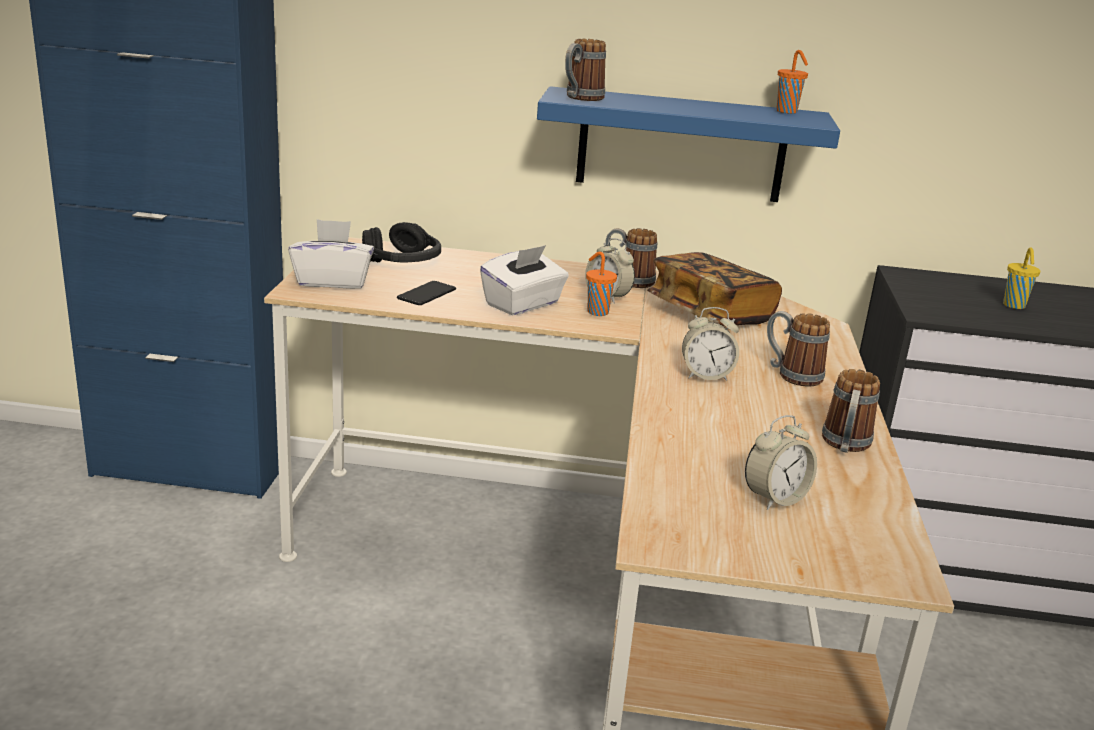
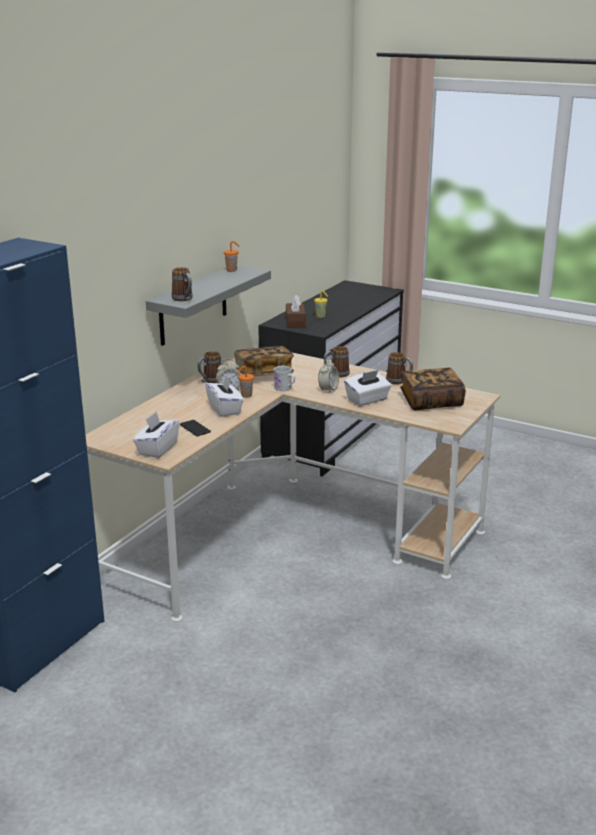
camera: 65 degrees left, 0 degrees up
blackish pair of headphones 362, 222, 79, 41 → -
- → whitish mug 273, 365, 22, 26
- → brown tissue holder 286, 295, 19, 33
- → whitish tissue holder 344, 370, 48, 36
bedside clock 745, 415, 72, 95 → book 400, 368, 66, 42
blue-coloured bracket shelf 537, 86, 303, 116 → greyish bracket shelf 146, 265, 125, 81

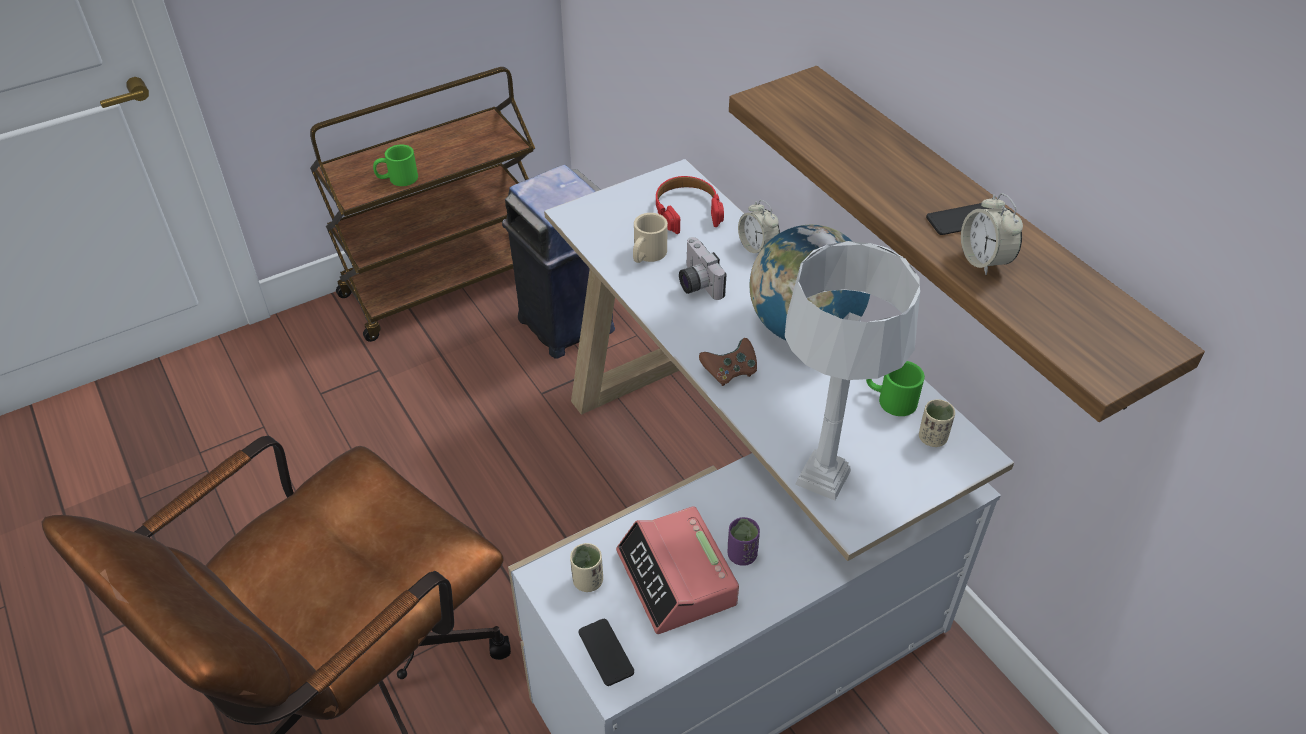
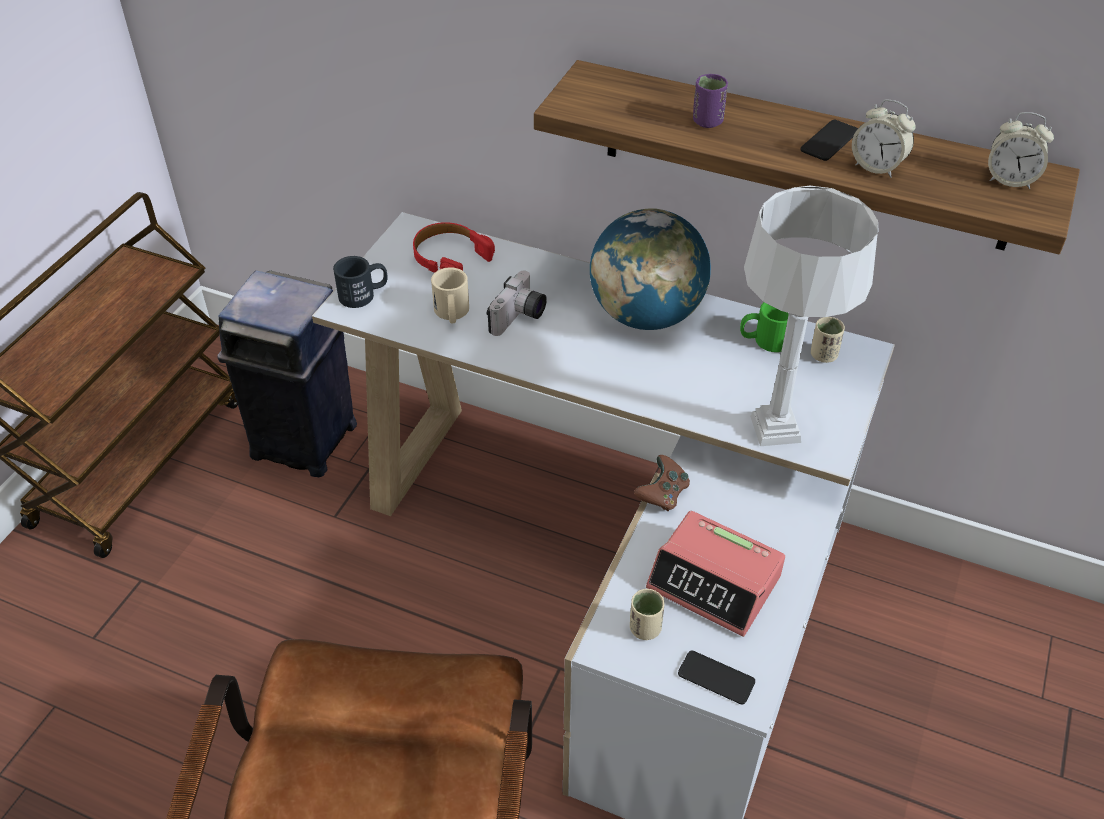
camera: 35 degrees left, 0 degrees up
greenish mug 373, 145, 45, 41 → -
- → blackish mug 333, 256, 55, 52
brown joypad 699, 338, 58, 48 → brown joypad 634, 455, 56, 56, shifted
purplish small cup 728, 517, 32, 49 → purplish small cup 693, 74, 35, 54, shifted
bedside clock 738, 200, 42, 54 → bedside clock 988, 112, 66, 77, shifted
still camera 679, 237, 47, 63 → still camera 486, 271, 61, 65, 90 degrees counterclockwise

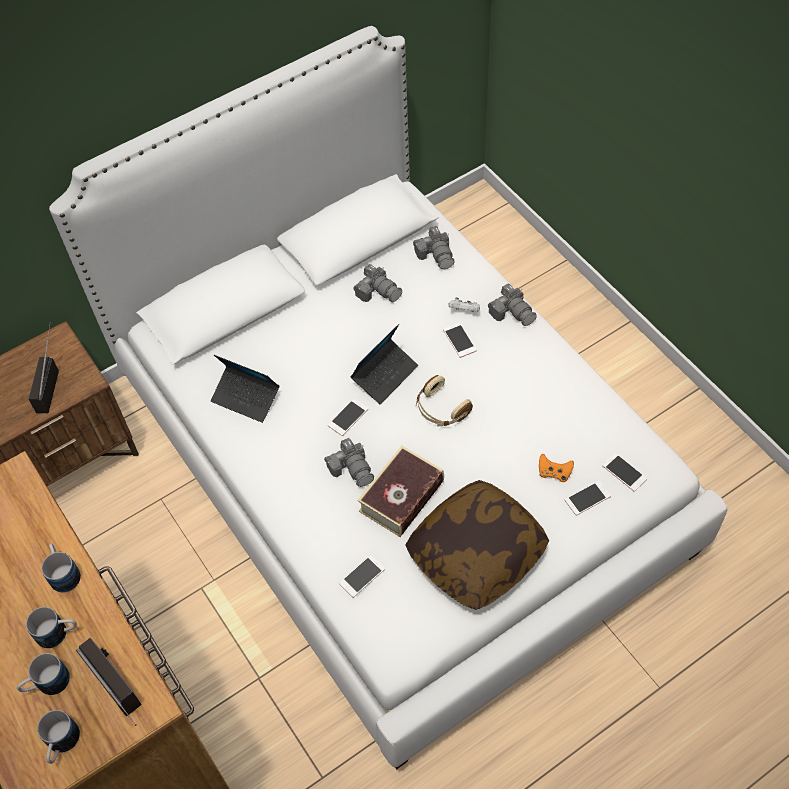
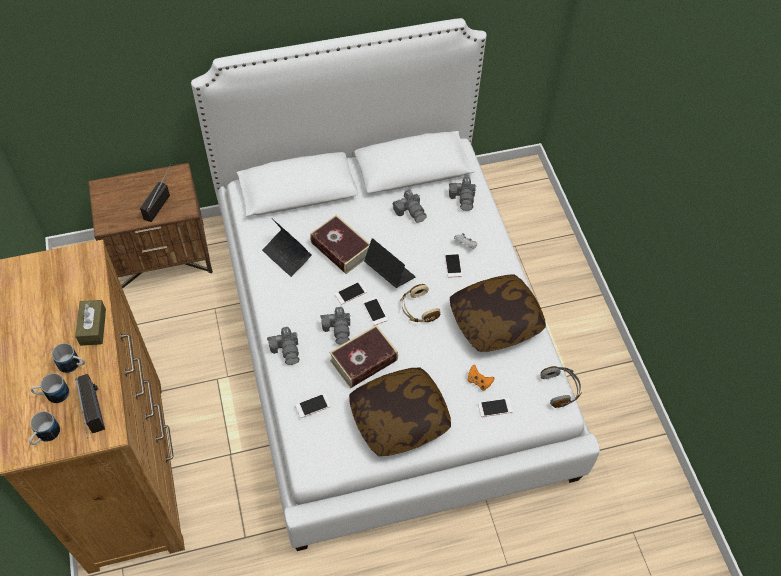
camera: 15 degrees right, 0 degrees up
- → book 310, 215, 60, 59
- → cushion 450, 274, 96, 78
- → greyish pair of headphones 540, 366, 42, 42
still camera 488, 283, 49, 43 → still camera 267, 327, 33, 38, shifted
phone 602, 453, 45, 38 → phone 362, 297, 26, 28, shifted
mug 41, 543, 40, 50 → brown tissue holder 75, 300, 31, 46
notebook computer 350, 324, 68, 80 → notebook computer 364, 238, 52, 50, 105 degrees counterclockwise

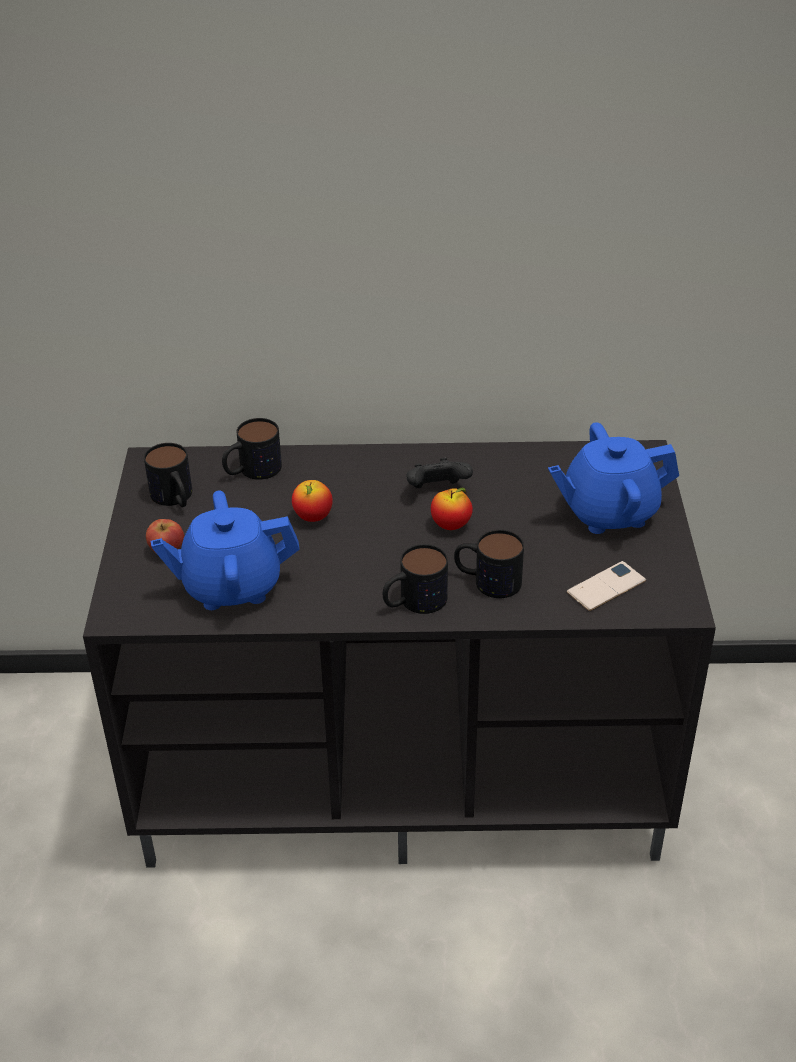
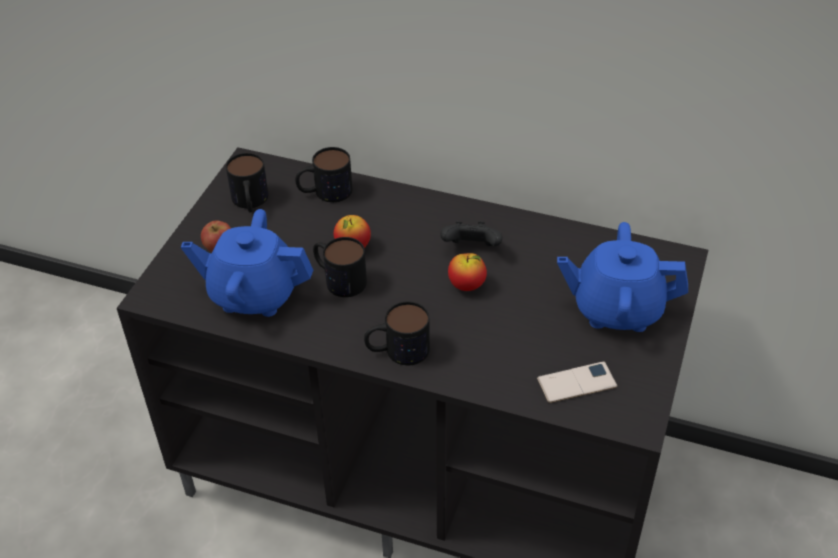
camera: 20 degrees right, 5 degrees up
mug 454, 530, 70, 68 → mug 313, 237, 54, 60, shifted

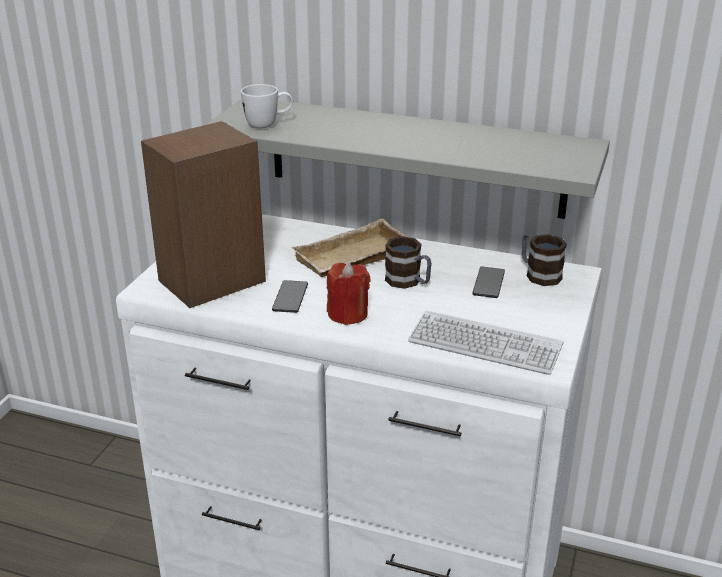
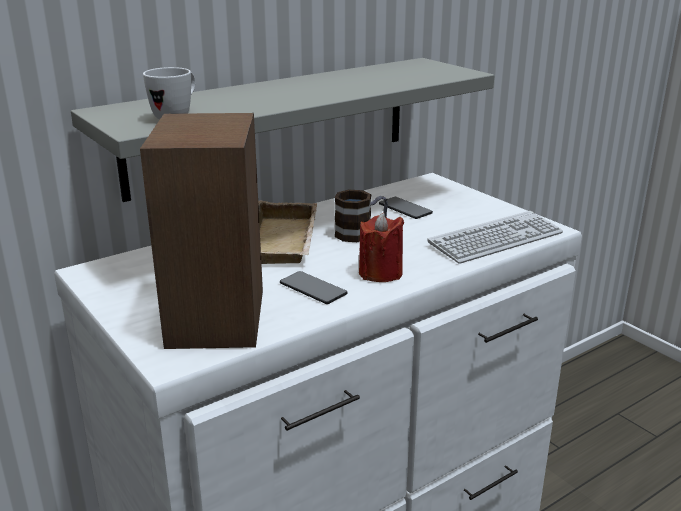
camera: 55 degrees left, 5 degrees down
mug 522, 234, 45, 52 → -

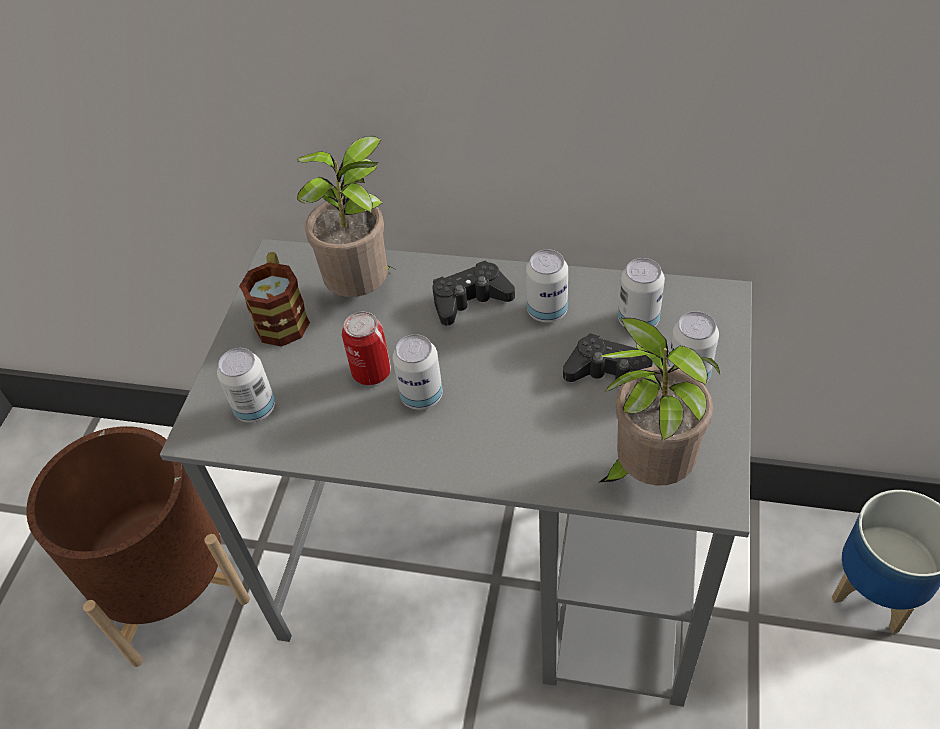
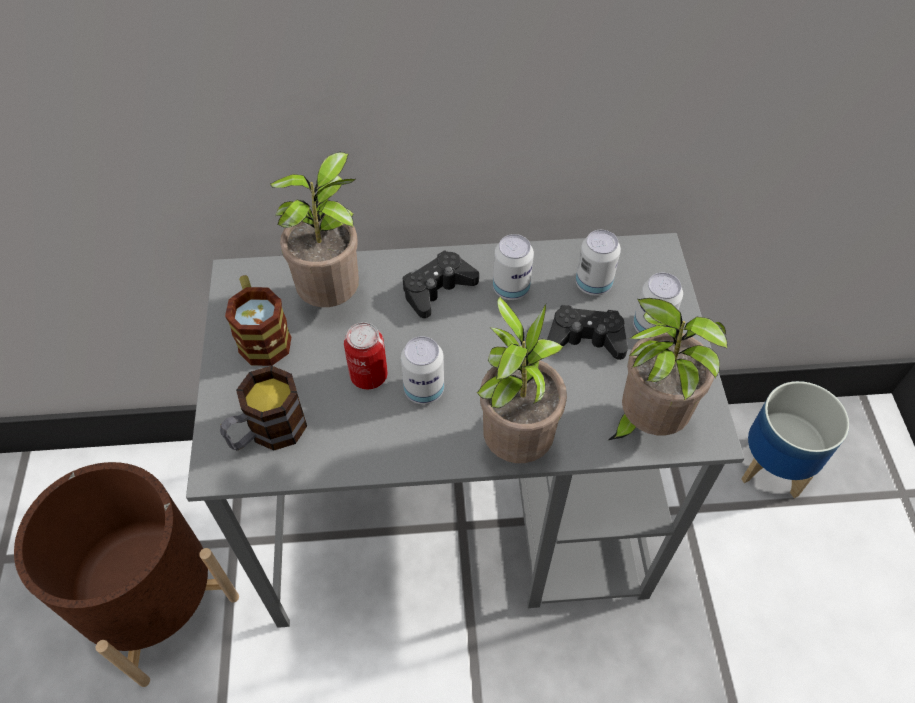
camera: 20 degrees left, 5 degrees up
- → potted plant 477, 296, 90, 167
can 217, 348, 58, 74 → mug 220, 366, 87, 85

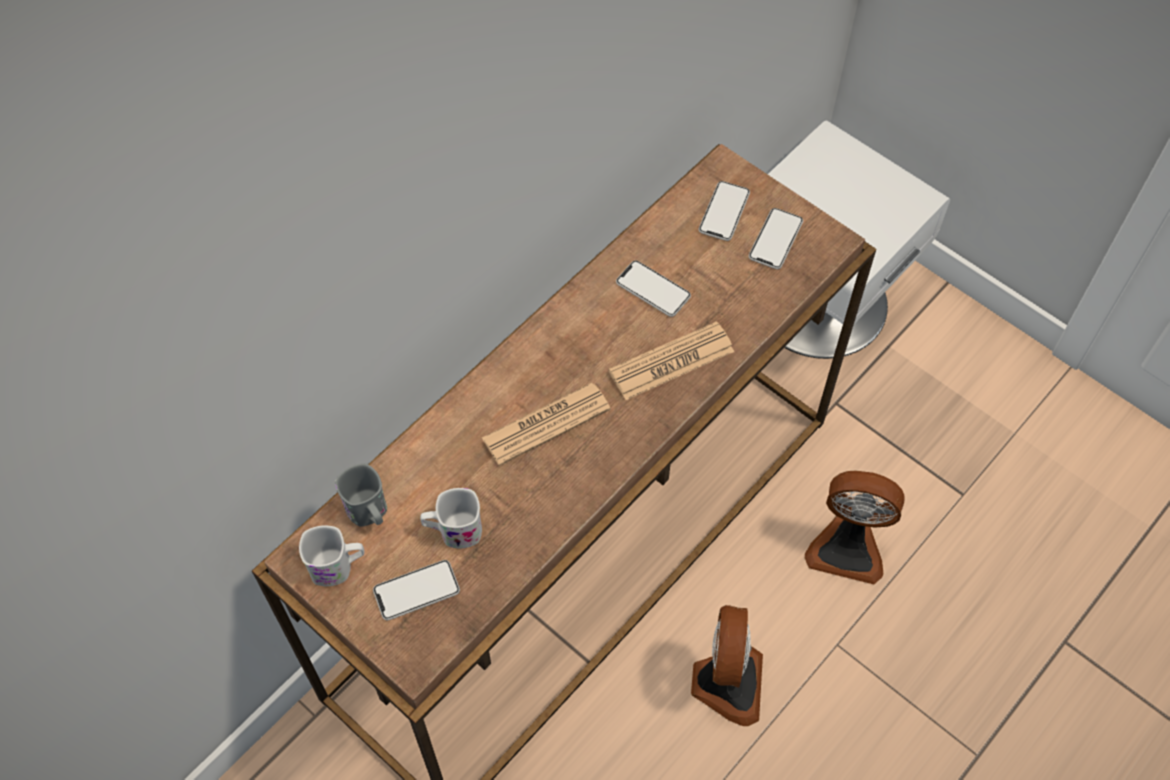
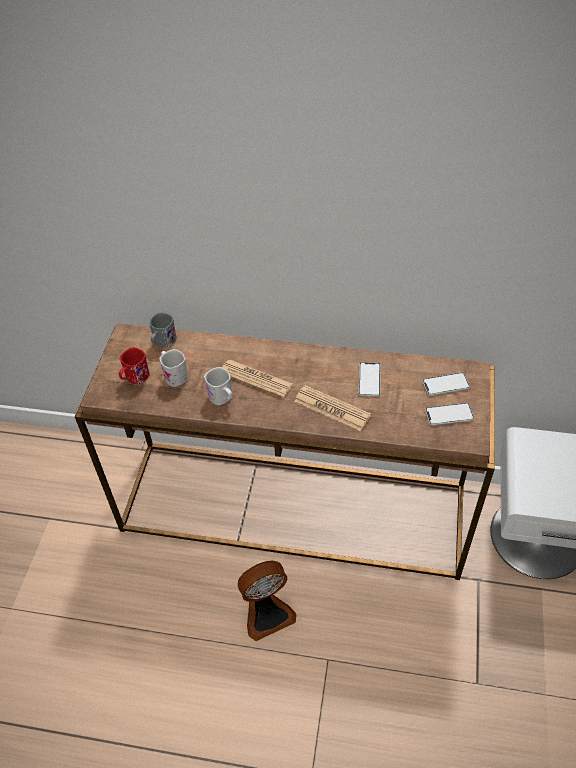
camera: 60 degrees right, 10 degrees down
fan 805, 471, 100, 113 → -
whitish mug 299, 526, 65, 60 → whitish mug 204, 367, 29, 38, shifted
phone 373, 560, 87, 60 → red-coloured mug 119, 347, 31, 38

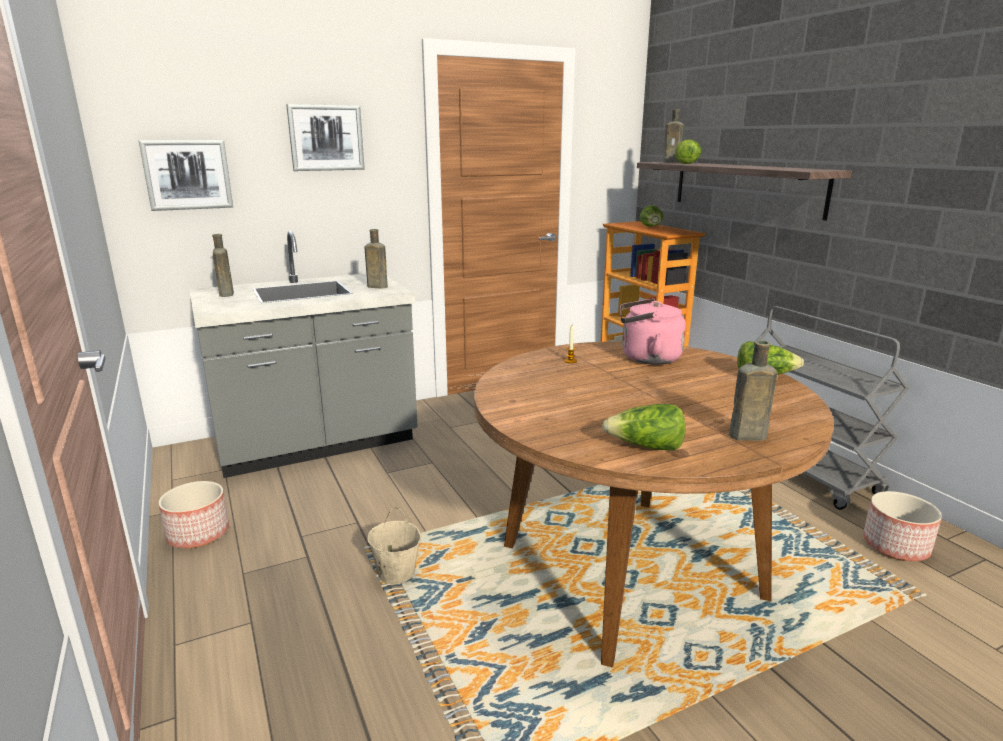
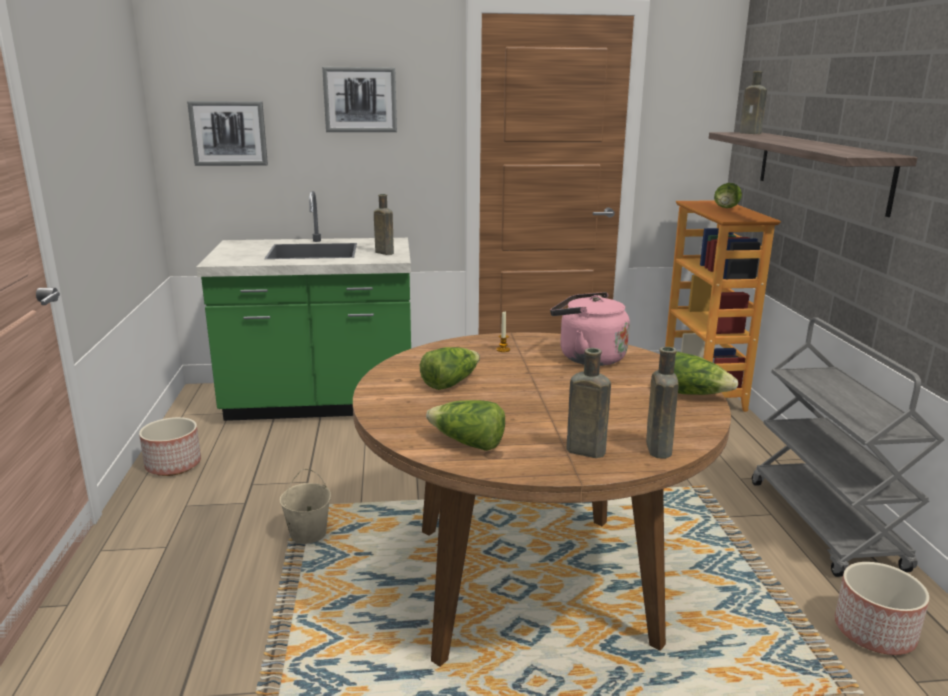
camera: 20 degrees right, 0 degrees up
brown drink bottle 212, 234, 22, 63 → brown drink bottle 646, 347, 33, 112, shifted
lettuce head 675, 140, 26, 24 → lettuce head 420, 347, 60, 43, shifted
greyish kitchen base unit 190, 231, 227, 247 → greenish kitchen base unit 196, 191, 215, 230

